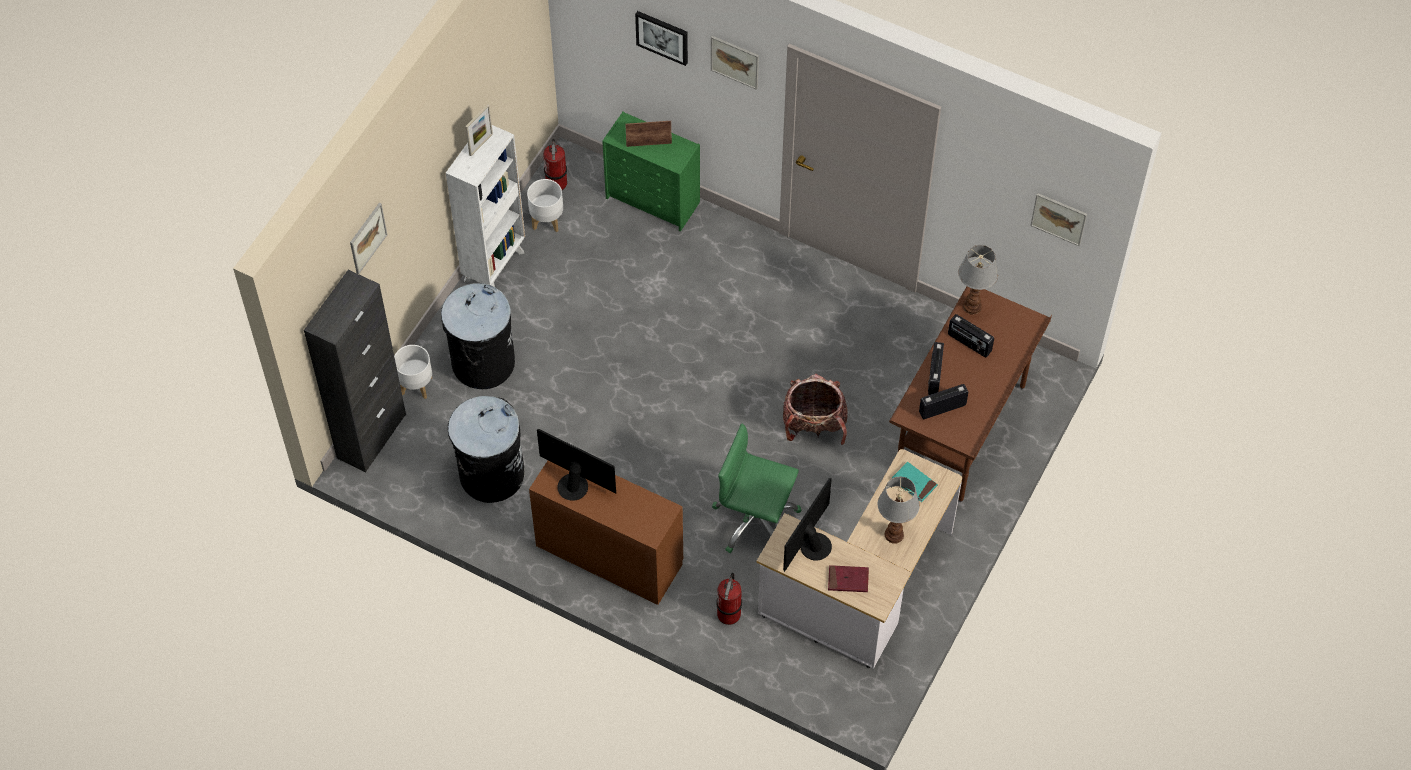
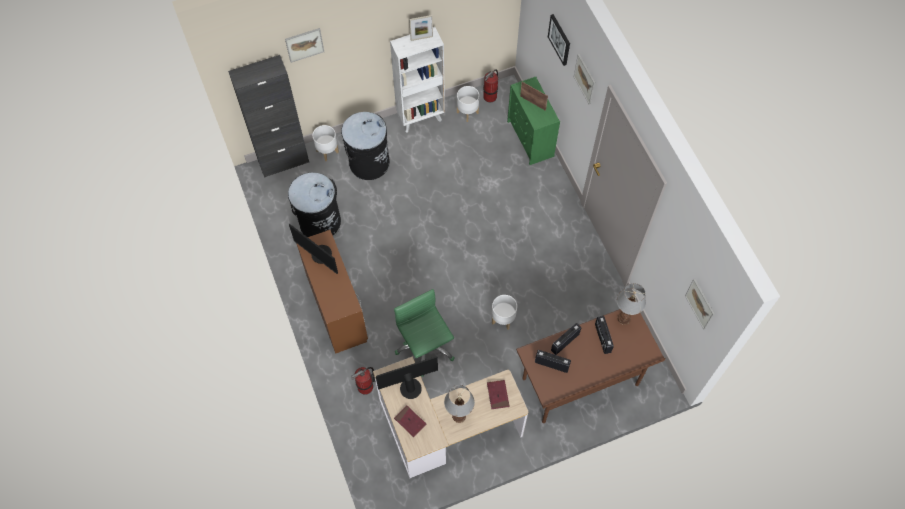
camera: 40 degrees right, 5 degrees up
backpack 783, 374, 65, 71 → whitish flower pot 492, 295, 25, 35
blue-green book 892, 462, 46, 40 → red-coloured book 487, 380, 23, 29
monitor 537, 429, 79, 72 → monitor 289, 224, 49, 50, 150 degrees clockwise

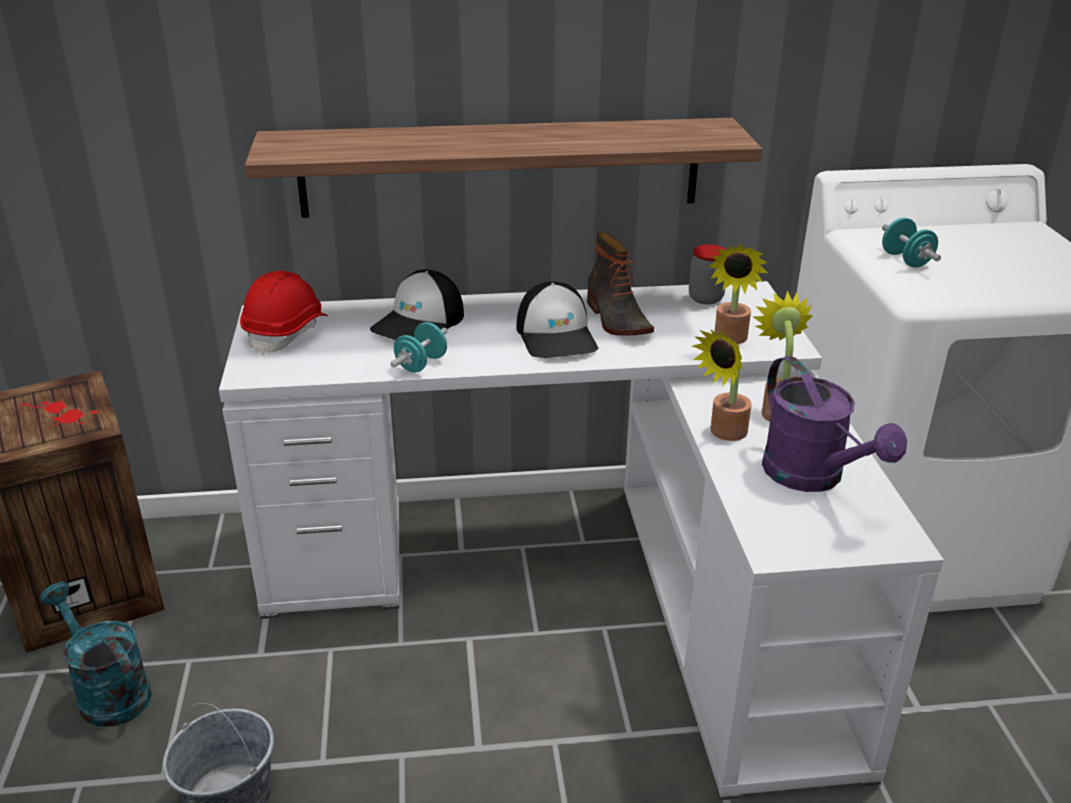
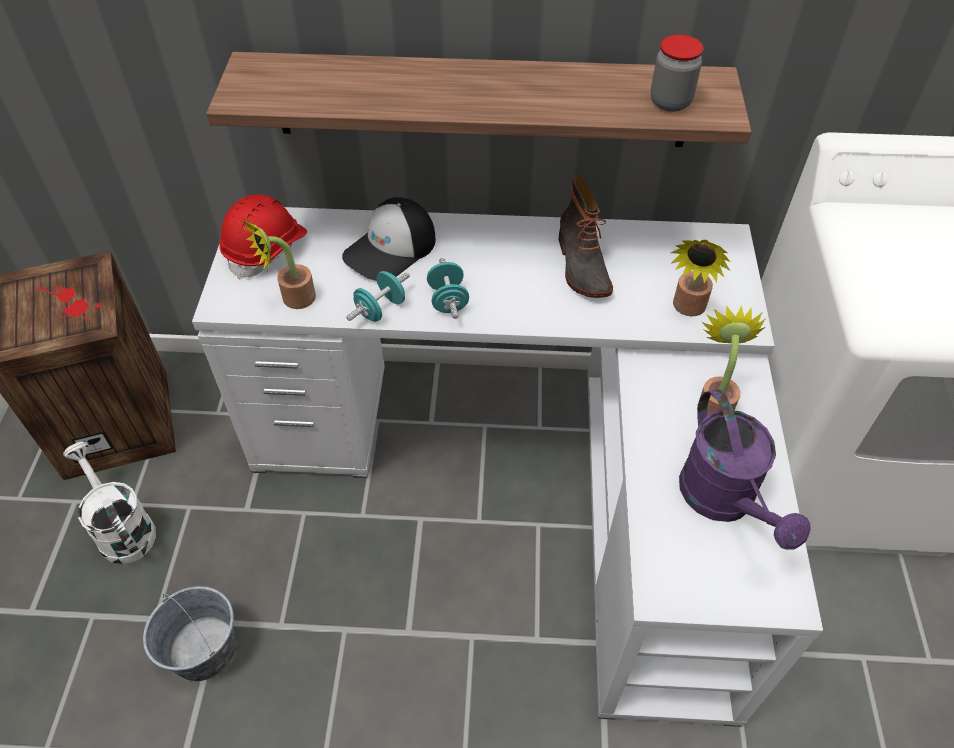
camera: 10 degrees right, 20 degrees up
cap 516, 282, 82, 76 → -
jar 689, 244, 37, 60 → jar 651, 35, 53, 77, shifted
potted plant 692, 329, 60, 112 → potted plant 240, 219, 76, 90, shifted
blue-green free weight 882, 218, 59, 49 → blue-green free weight 427, 258, 42, 61, shifted
blue-green sprinkling can 39, 582, 113, 145 → whitish sprinkling can 63, 442, 93, 122

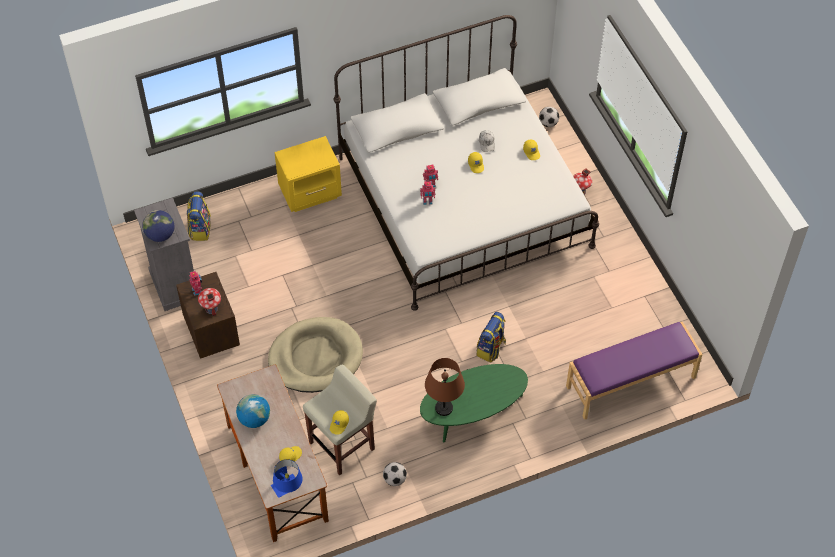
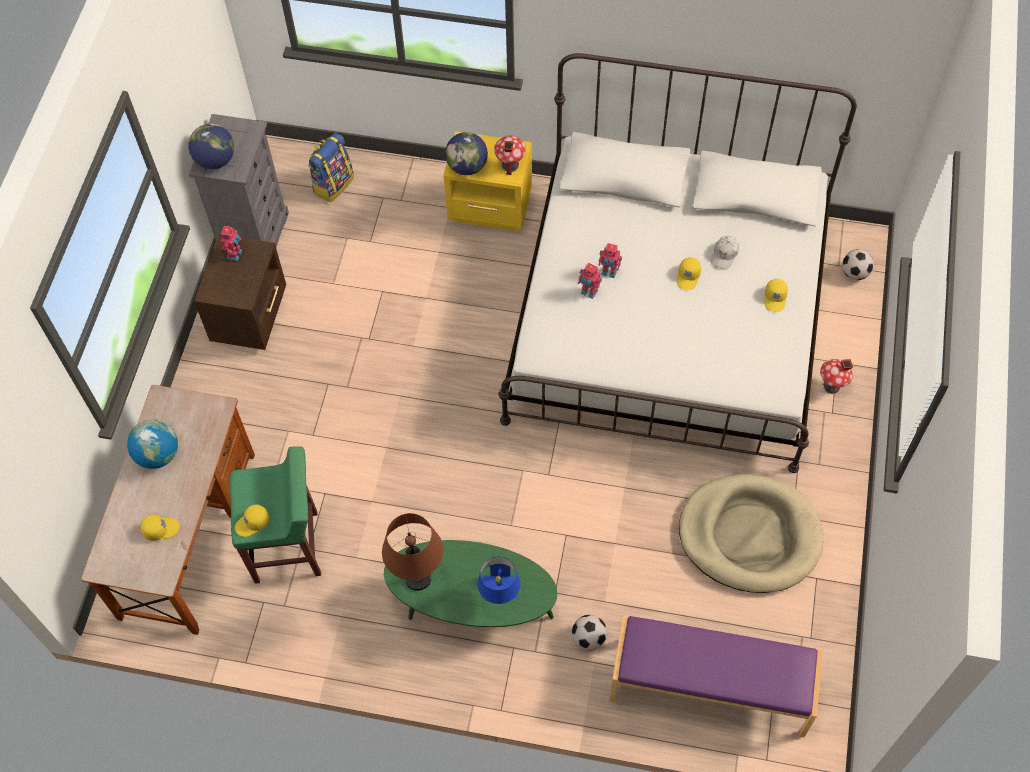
camera: 35 degrees right, 5 degrees up
backpack 476, 312, 30, 51 → -
- → globe 445, 132, 43, 43
miniature house 198, 288, 23, 28 → miniature house 494, 135, 32, 40, shifted
sand-coloured dog bed 268, 317, 95, 76 → sand-coloured dog bed 679, 474, 144, 119, shifted
blue-coloured tabletop lamp 271, 459, 32, 39 → blue-coloured tabletop lamp 478, 557, 42, 47, shifted
ball for football 383, 462, 24, 24 → ball for football 572, 615, 35, 36, shifted
sand-coloured stool seat 303, 365, 74, 110 → greenish stool seat 230, 446, 91, 138

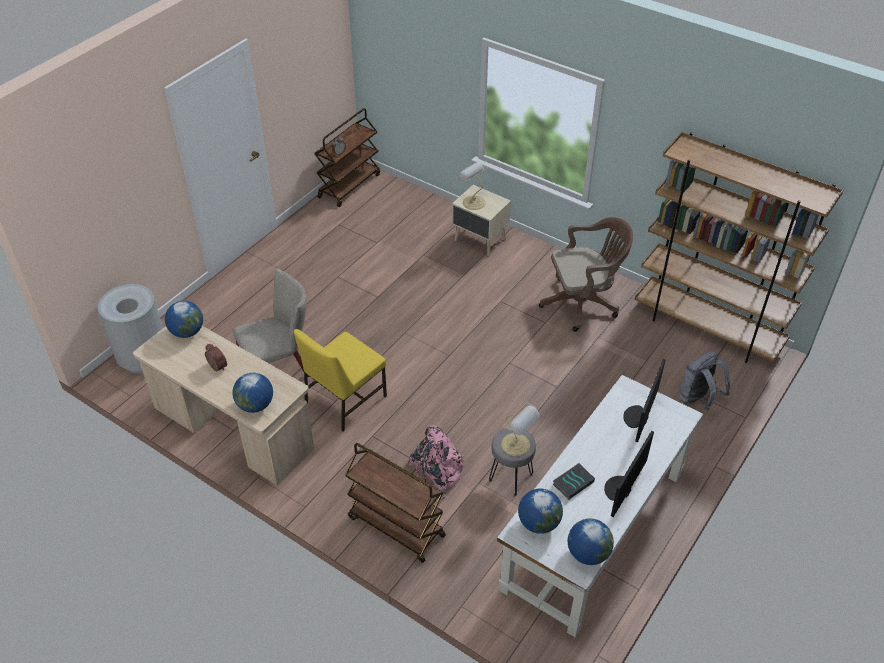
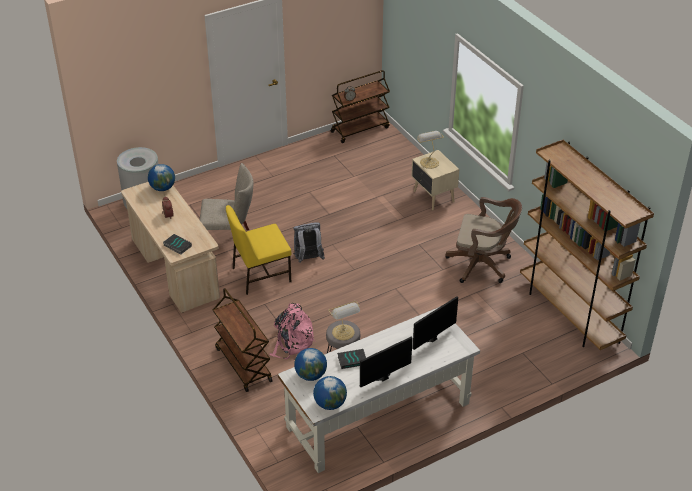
camera: 25 degrees right, 5 degrees down
greyish backpack 679, 352, 51, 58 → greyish backpack 293, 222, 32, 41, shifted
globe 232, 373, 41, 40 → book 163, 234, 29, 20

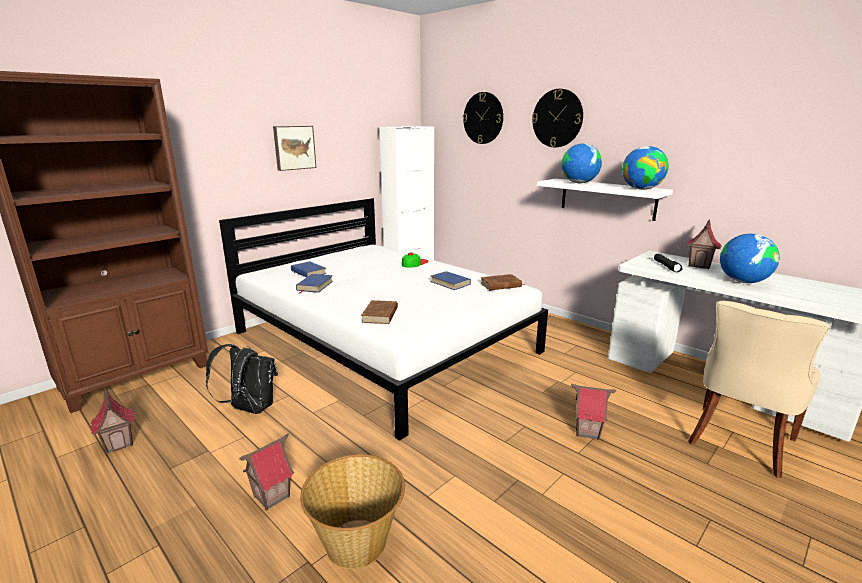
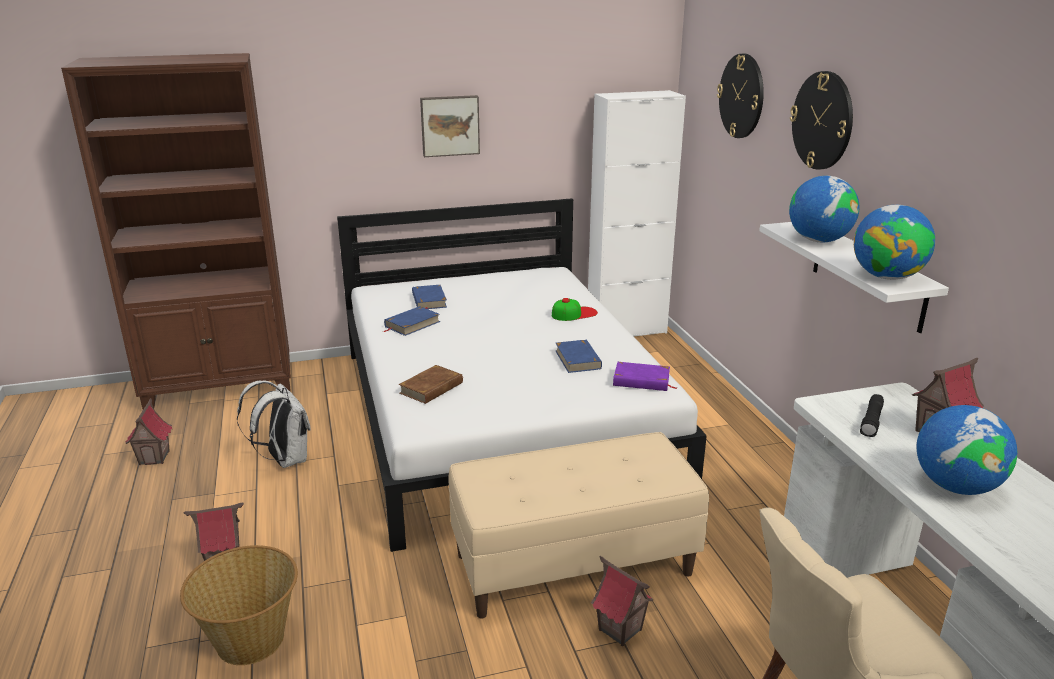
camera: 30 degrees right, 5 degrees up
- → sand-coloured long seat 449, 432, 260, 187
blackish backpack 206, 344, 72, 70 → whitish backpack 237, 381, 73, 87
brown book 480, 274, 44, 17 → purplish book 613, 362, 64, 29

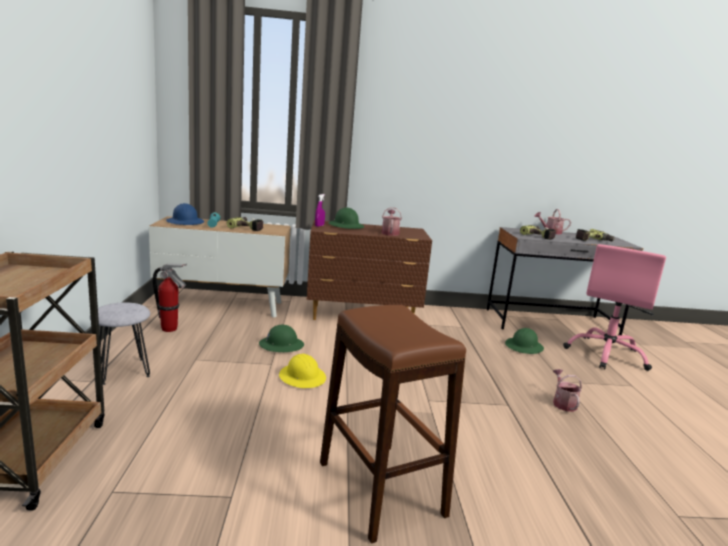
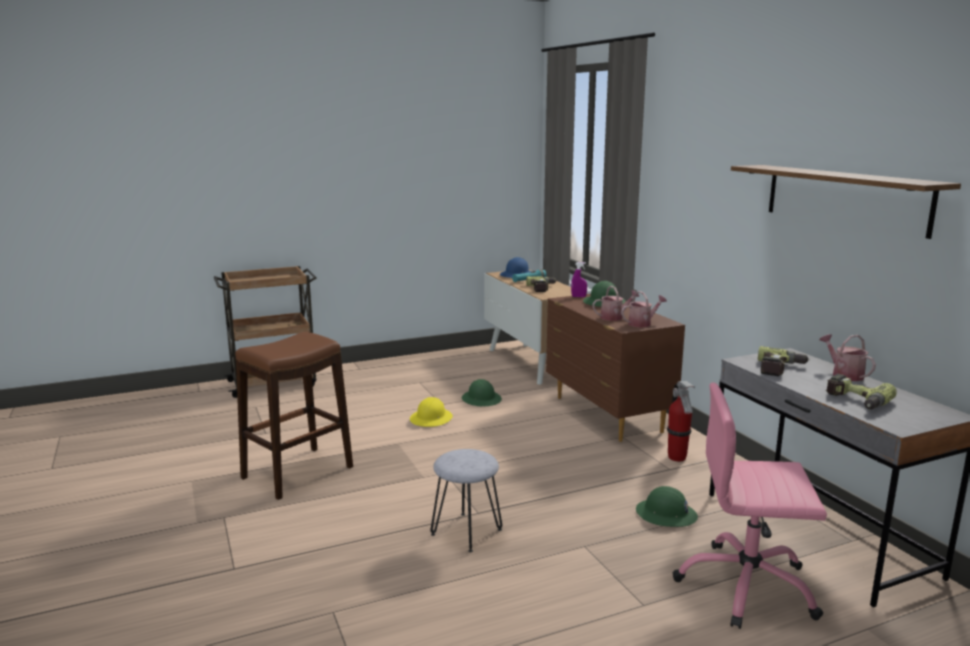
camera: 70 degrees right, 0 degrees up
- → bracket shelf 731, 165, 230, 74
greyish stool seat 90, 302, 60, 83 → greyish stool seat 430, 449, 72, 103, shifted
fire-fighting cylinder 153, 263, 34, 69 → fire-fighting cylinder 667, 381, 28, 81, shifted
sprinkling can 553, 369, 29, 43 → sprinkling can 621, 291, 46, 36, shifted

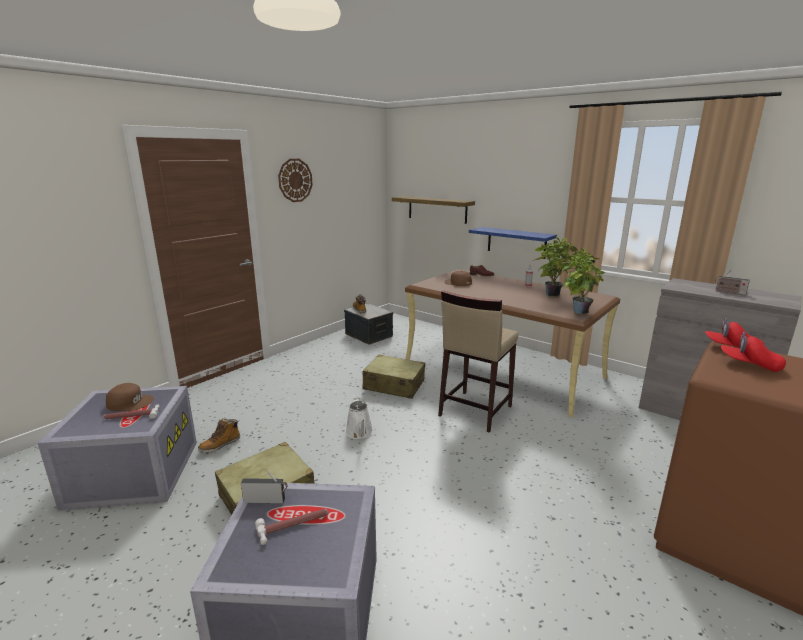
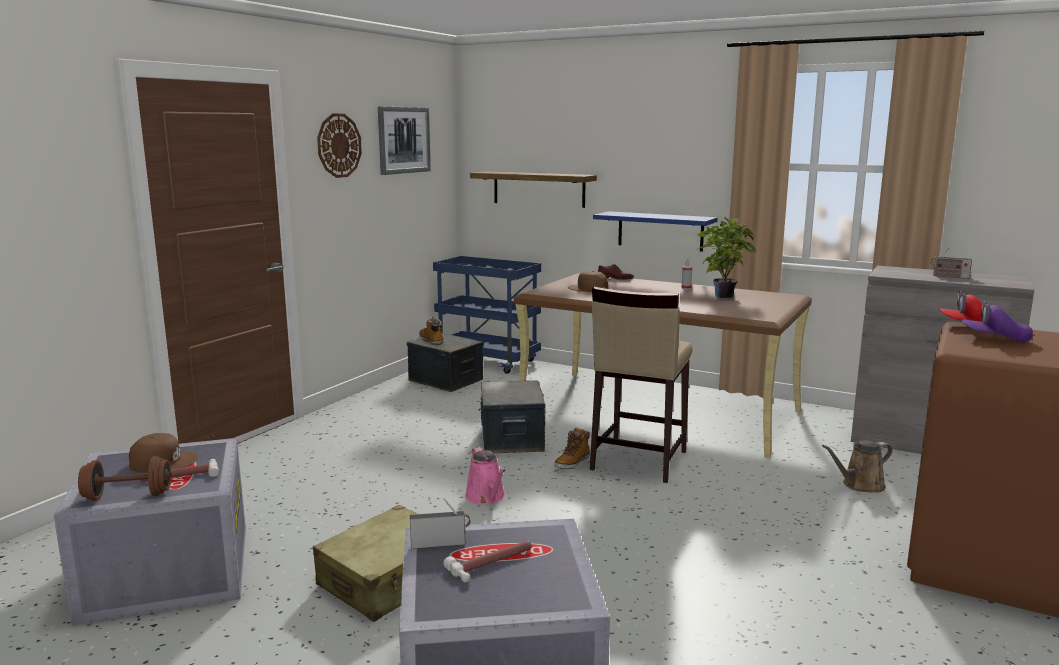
camera: 10 degrees left, 5 degrees down
potted plant 557, 247, 48, 67 → -
- → brown free weight 78, 456, 94, 45
- → picture 378, 106, 53, 69
- → blue-coloured cart 433, 256, 108, 118
- → brown sprinkling can 822, 441, 71, 52
high-top boot 198, 418, 42, 35 → high-top boot 554, 427, 36, 42, shifted
sand-coloured piece of luggage 362, 355, 63, 44 → storage bin 479, 381, 66, 73
whitish sprinkling can 345, 397, 28, 42 → pink sprinkling can 465, 447, 41, 58
red-coloured cap 721, 332, 65, 40 → purplish cap 961, 301, 72, 42

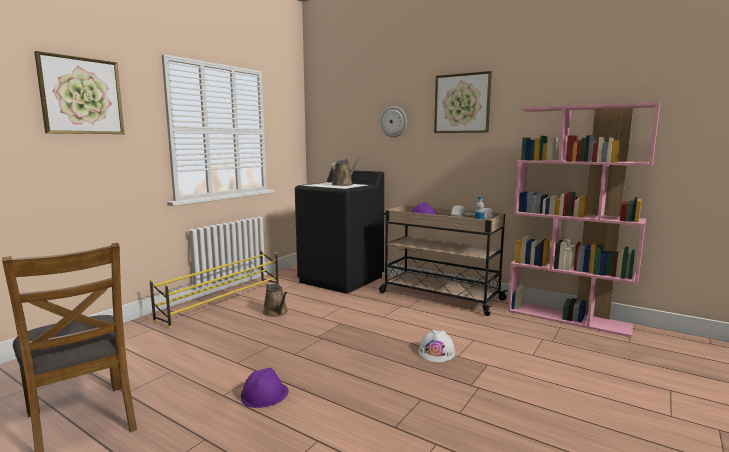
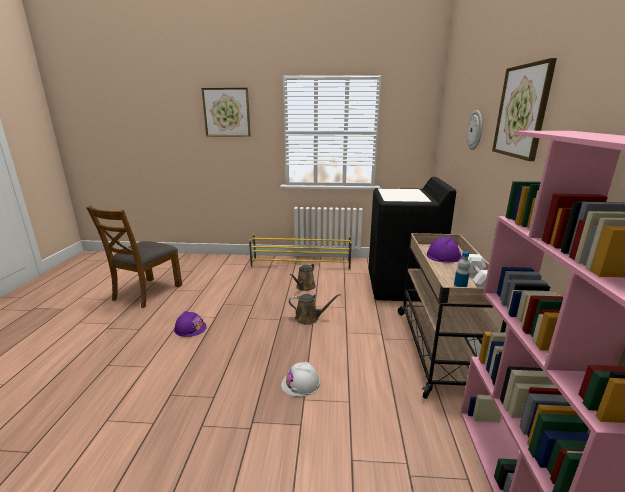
camera: 60 degrees right, 10 degrees up
brown sprinkling can 331, 157, 30, 29 → brown sprinkling can 289, 294, 52, 31, shifted

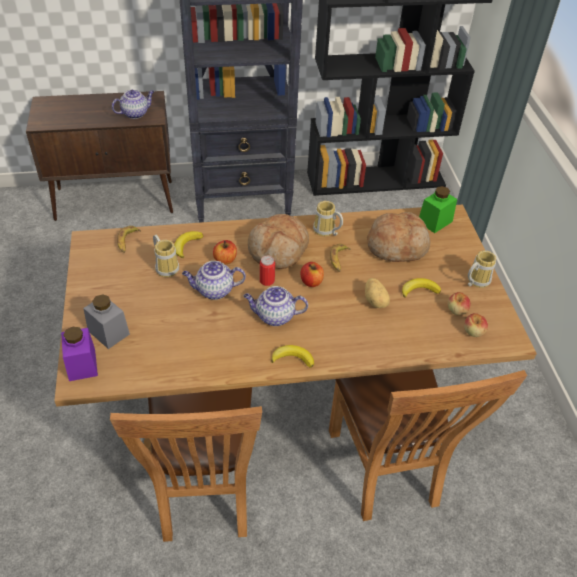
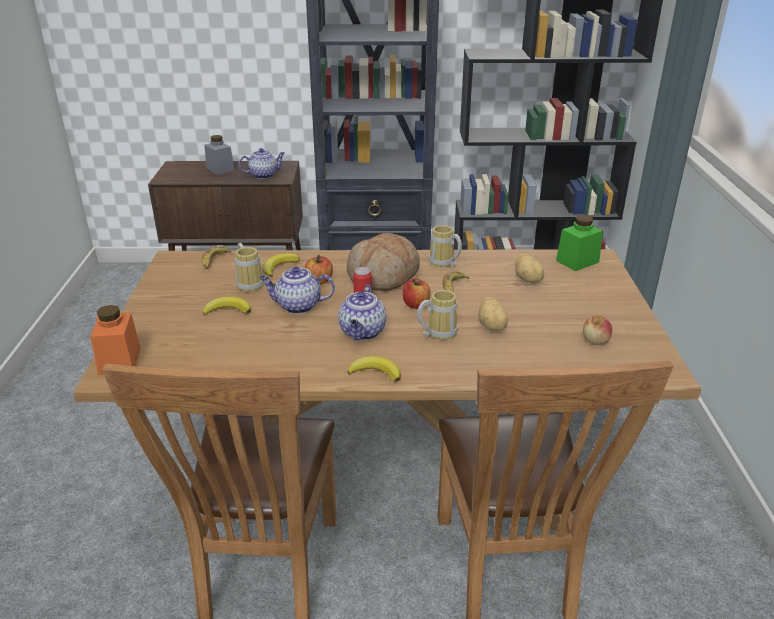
camera: 10 degrees right, 15 degrees down
apple 464, 313, 24, 24 → -
greyish jar 83, 294, 47, 55 → greyish jar 204, 135, 31, 40, shifted
banana 402, 278, 39, 20 → banana 203, 297, 48, 19, shifted
mug 468, 251, 28, 37 → mug 417, 290, 41, 50, shifted
bakery bread 367, 212, 63, 50 → spud 515, 254, 29, 29
purplish jar 61, 327, 37, 54 → orange jar 90, 305, 51, 70
teapot 243, 286, 65, 40 → teapot 338, 285, 48, 55, 90 degrees counterclockwise

